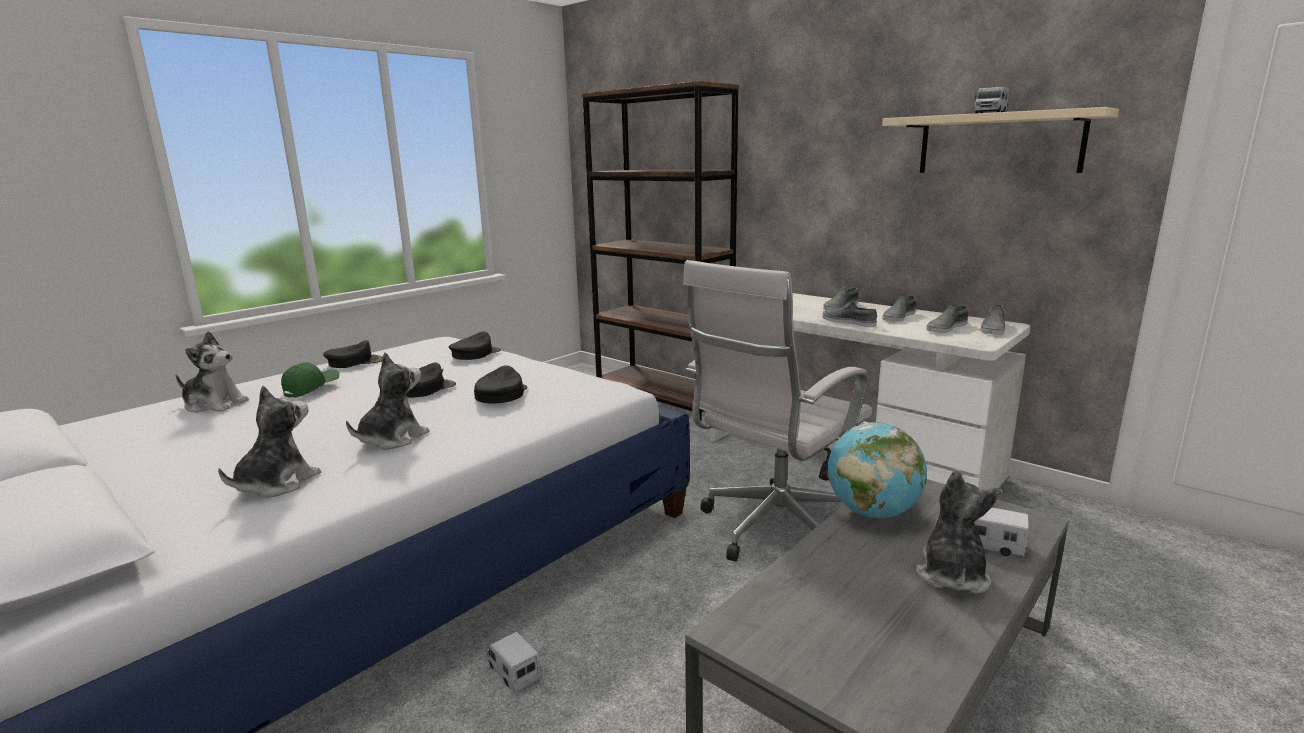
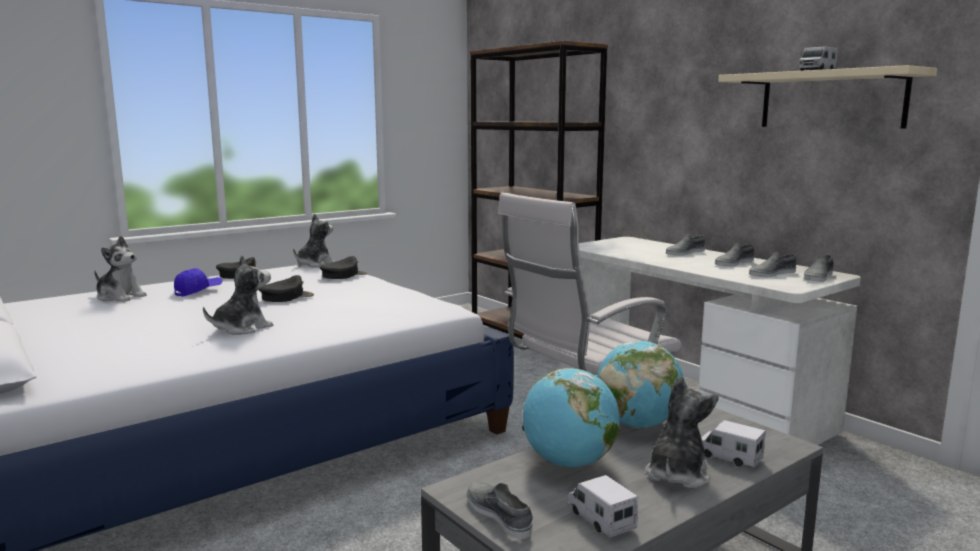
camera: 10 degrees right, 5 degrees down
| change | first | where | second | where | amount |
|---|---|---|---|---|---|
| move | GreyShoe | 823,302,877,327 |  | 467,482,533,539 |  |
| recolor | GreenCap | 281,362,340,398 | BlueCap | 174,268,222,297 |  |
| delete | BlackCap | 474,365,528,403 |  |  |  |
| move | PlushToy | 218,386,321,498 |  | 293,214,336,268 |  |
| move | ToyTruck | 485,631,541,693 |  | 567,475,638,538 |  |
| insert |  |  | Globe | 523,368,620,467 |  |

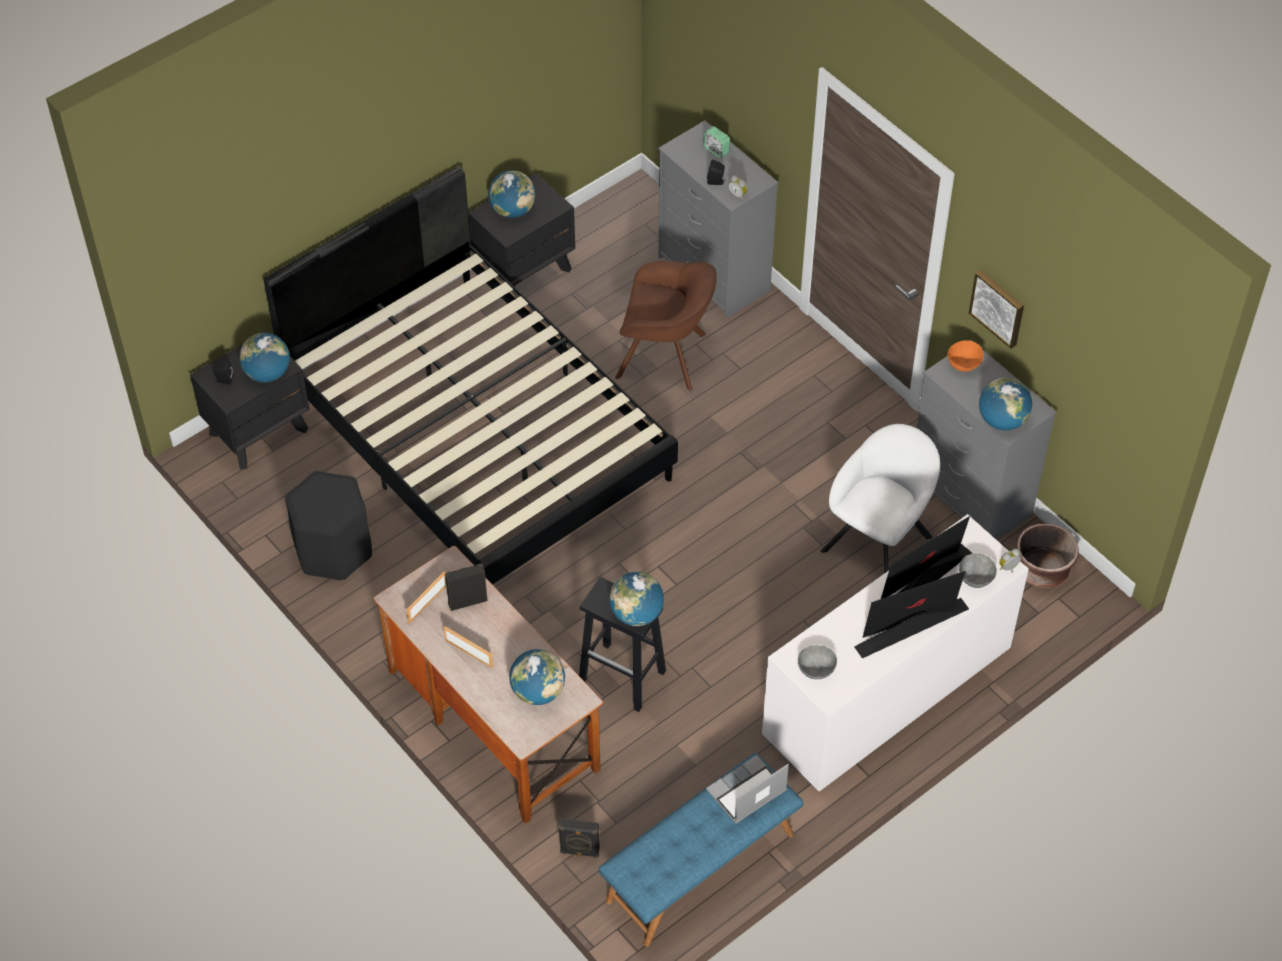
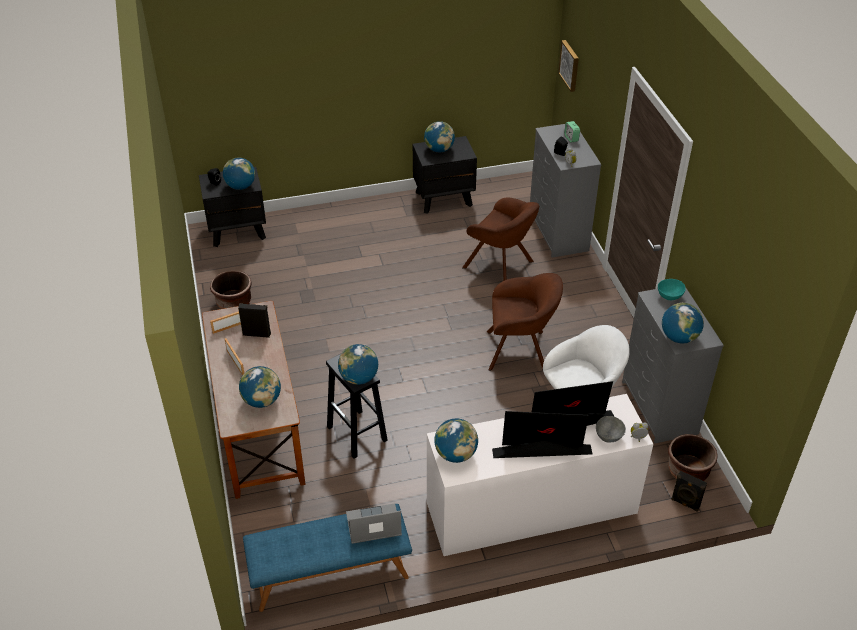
camera: 25 degrees right, 10 degrees down
| change | first | where | second | where | amount |
|---|---|---|---|---|---|
| delete | BlackBed | 264,167,678,585 |  |  |  |
| move | Picture | 969,270,1024,349 |  | 558,40,579,92 |  |
| recolor | OrangeBowl | 947,340,984,372 | TurquoiseBowl | 658,279,686,300 |  |
| replace | BlackStool | 285,471,372,581 | BrownPlanter | 210,271,252,309 |  |
| replace | GreyBowl | 798,645,837,679 | Globe | 434,418,478,463 |  |
| move | BlackSpeaker | 559,818,600,858 |  | 671,471,707,512 |  |
| insert |  |  | BrownArmchair | 487,273,563,371 |  |

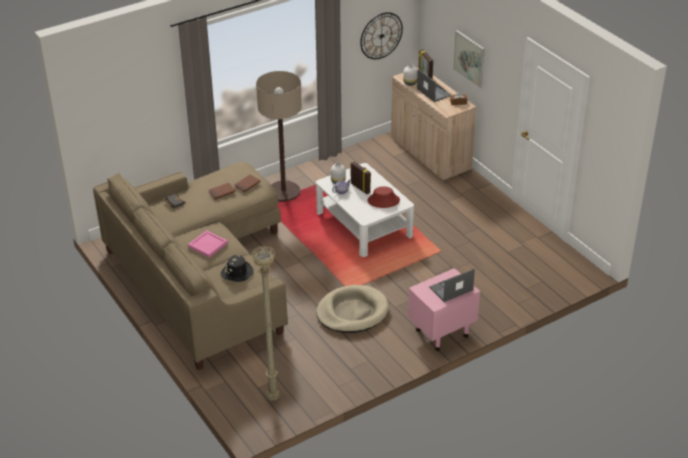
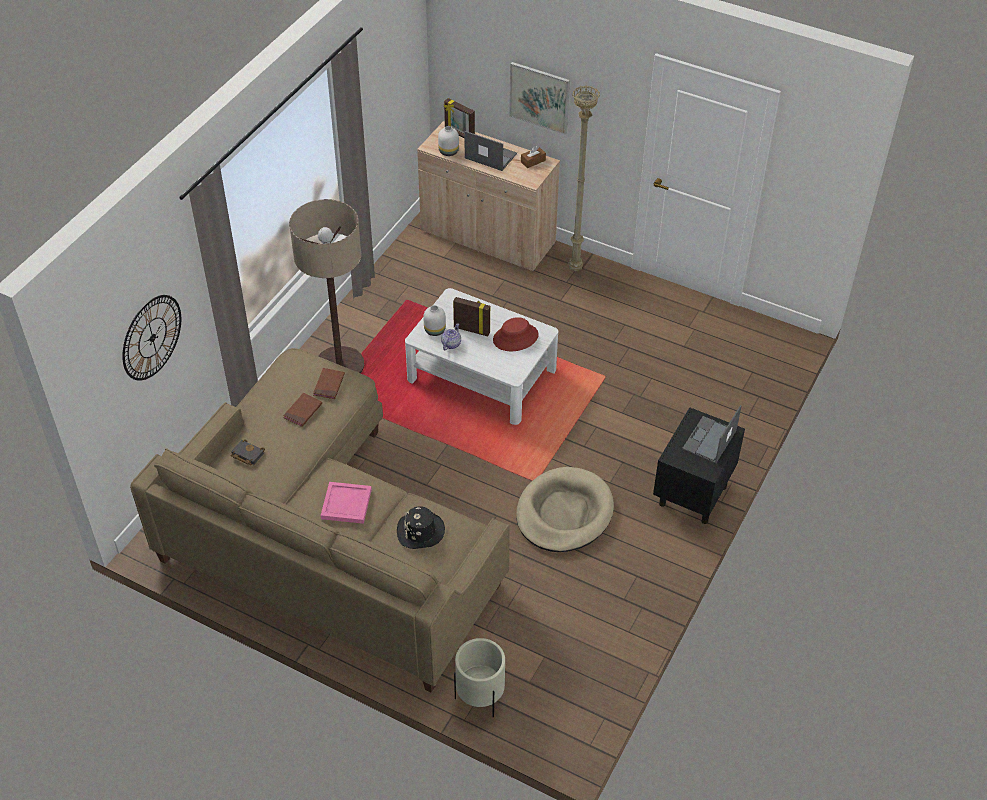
camera: 30 degrees left, 10 degrees up
| change | first | where | second | where | amount |
|---|---|---|---|---|---|
| move | WallClock | 360,12,403,59 |  | 122,295,181,381 |  |
| move | BeigeFloorLamp | 251,246,279,401 |  | 568,85,600,271 |  |
| recolor | PinkNightstand | 408,268,480,351 | BlackNightstand | 653,407,745,524 |  |
| insert |  |  | BeigePlanter | 454,638,505,717 |  |

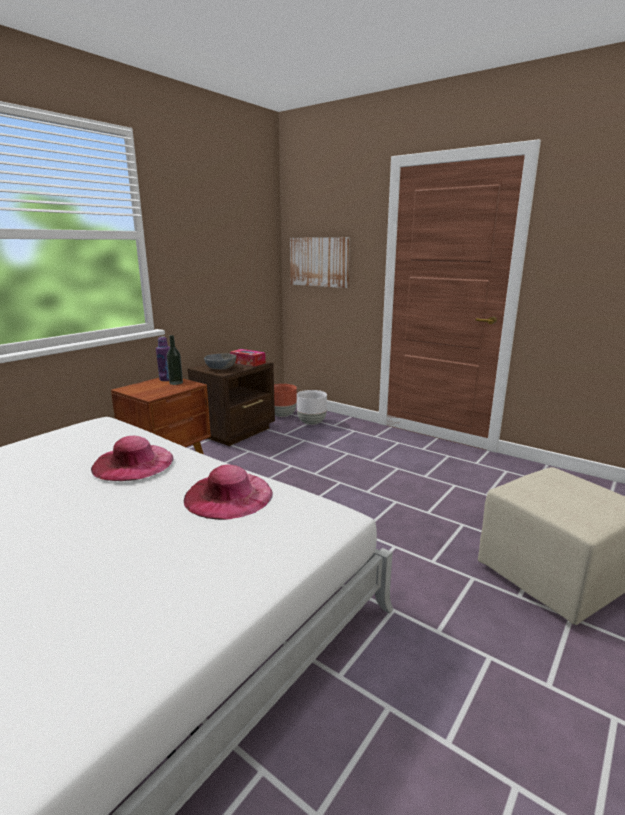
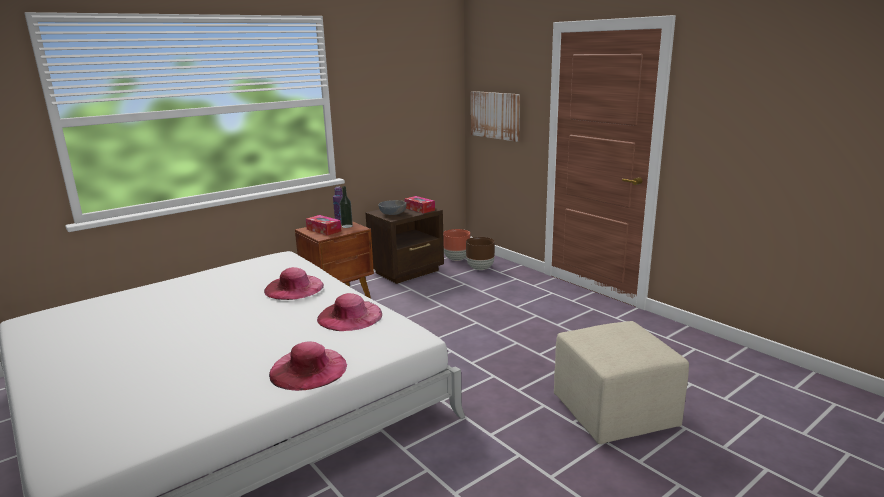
camera: 15 degrees right, 0 degrees up
| change | first | where | second | where | amount |
|---|---|---|---|---|---|
| recolor | WhitePlanter | 297,390,327,425 | BrownPlanter | 466,237,495,270 |  |
| insert |  |  | TissueBox | 306,215,341,236 |  |
| insert |  |  | PinkHat | 269,341,347,391 |  |

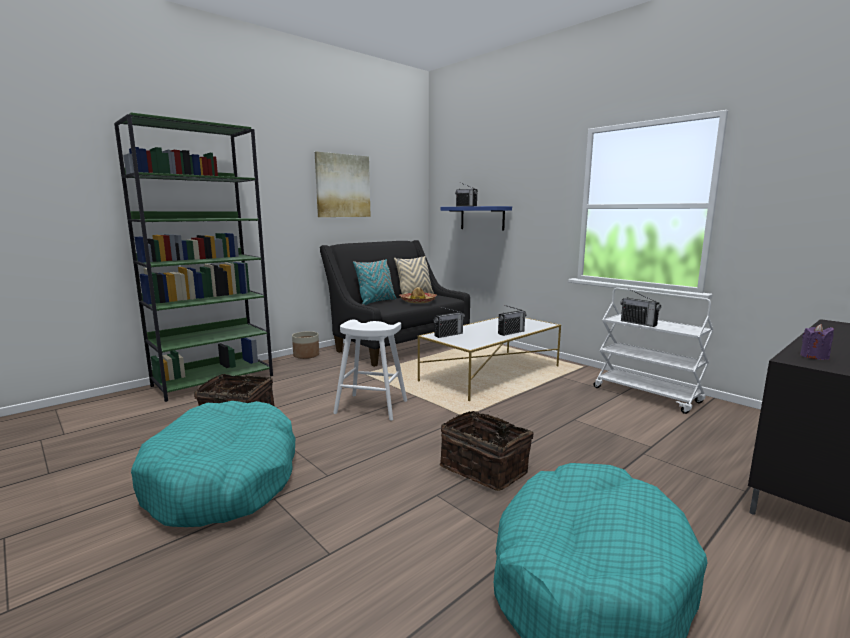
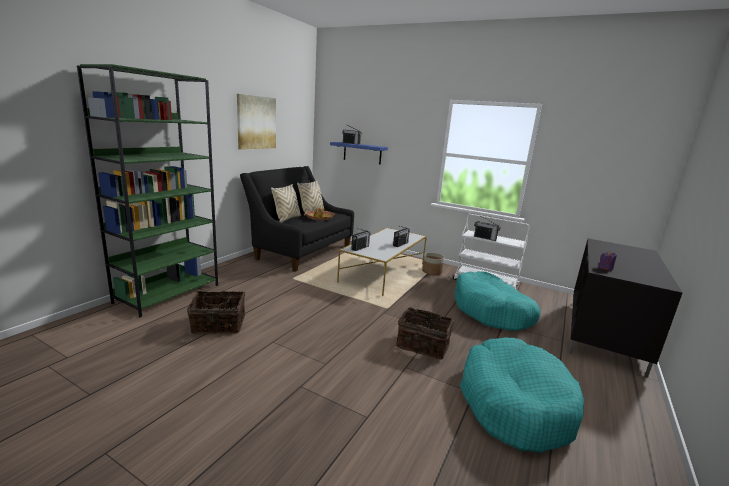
camera: 20 degrees left, 5 degrees up
| change | first | where | second | where | amount |
|---|---|---|---|---|---|
| recolor | TurquoisePillow | 353,259,396,305 | BeigePillow | 271,184,301,223 |  |
| delete | WhiteStool | 334,319,407,421 |  |  |  |
| move | Planter | 292,331,319,359 |  | 422,253,444,275 |  |
| move | TurquoiseDogBed | 131,401,295,527 |  | 455,271,541,331 |  |

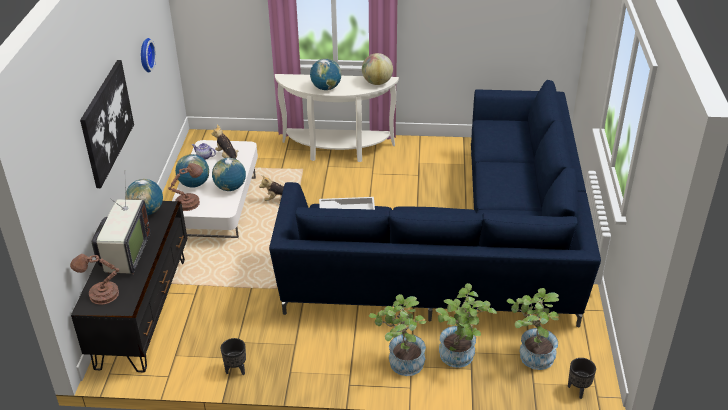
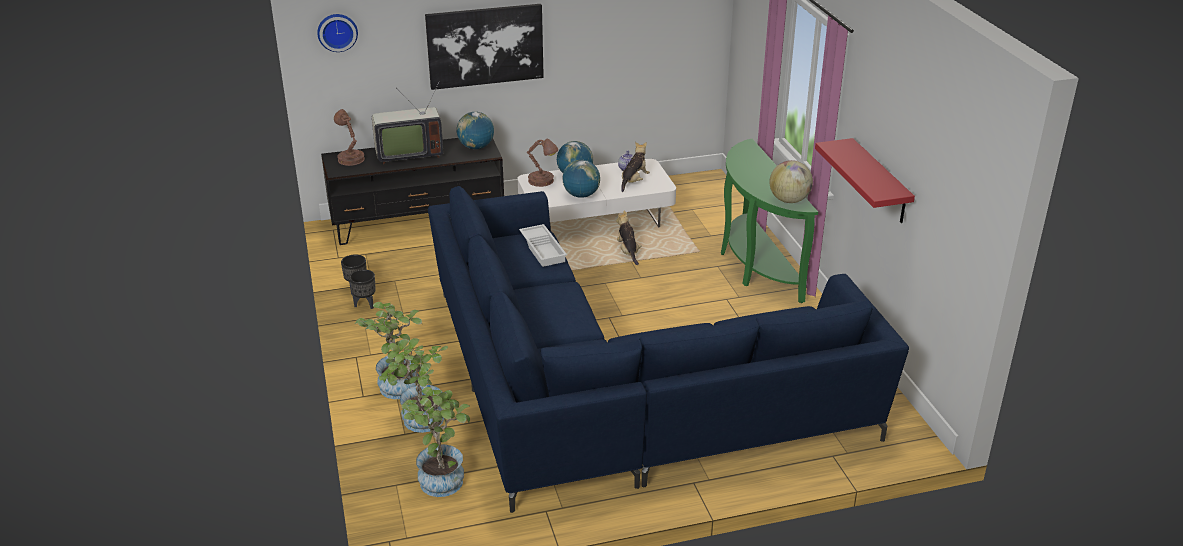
camera: 70 degrees right, 5 degrees down
| change | first | where | second | where | amount |
|---|---|---|---|---|---|
| move | WallClock | 141,38,156,72 |  | 317,14,358,52 |  |
| delete | Globe | 310,59,342,90 |  |  |  |
| recolor | WhiteConsoleTable | 275,74,399,162 | GreenConsoleTable | 721,139,818,303 |  |
| move | BlackPlanter | 568,358,596,399 |  | 349,269,376,309 |  |
| insert |  |  | RedShelf | 815,138,915,223 |  |

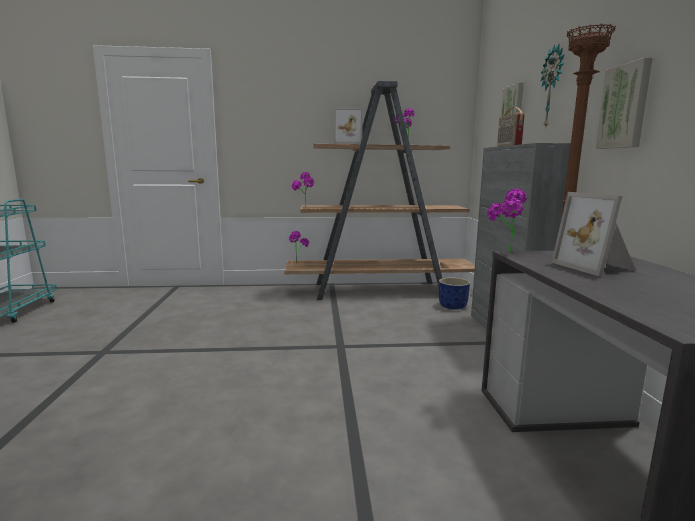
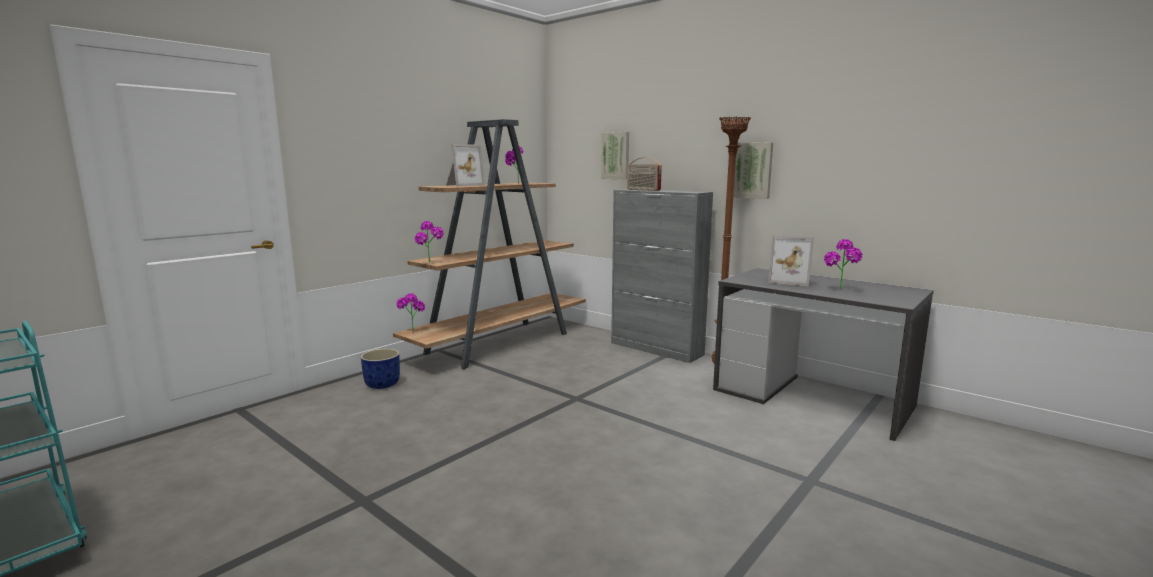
camera: 45 degrees left, 0 degrees up
| change | first | where | second | where | amount |
|---|---|---|---|---|---|
| delete | WallClock | 541,44,565,129 |  |  |  |
| move | PottedPlant | 487,189,527,253 |  | 824,239,862,289 |  |
| move | BluePlanter | 439,277,470,310 |  | 361,349,400,389 |  |

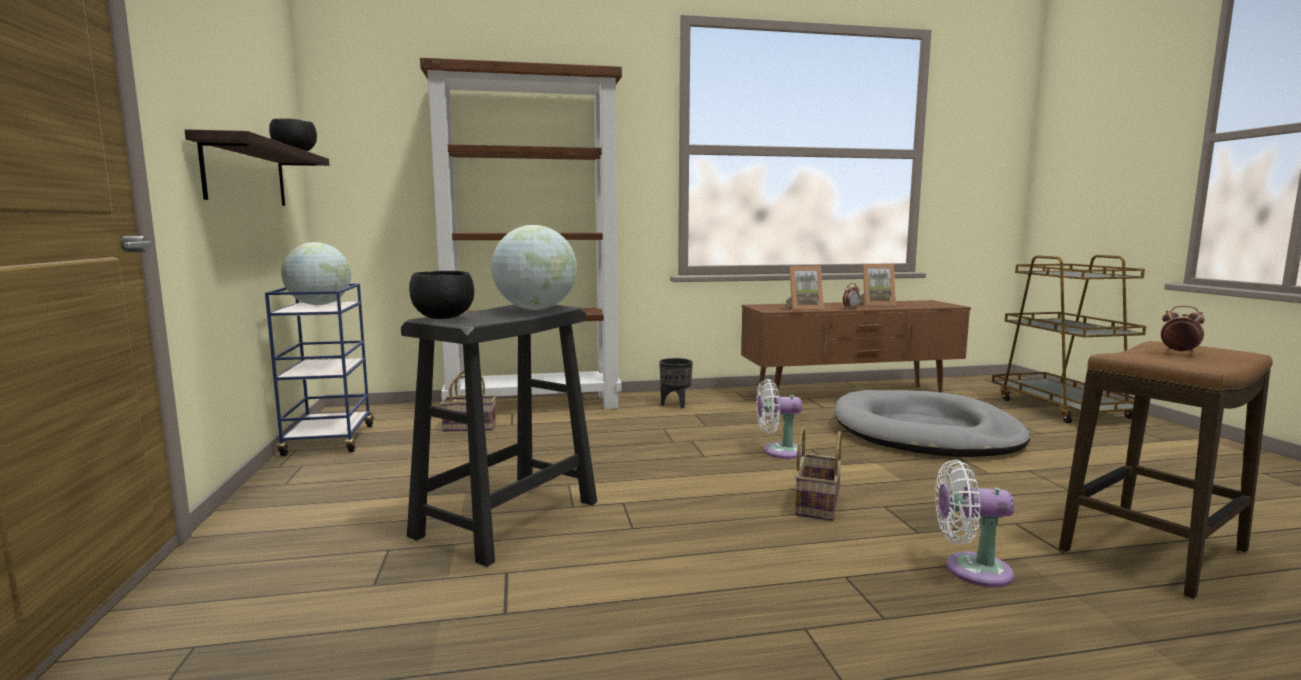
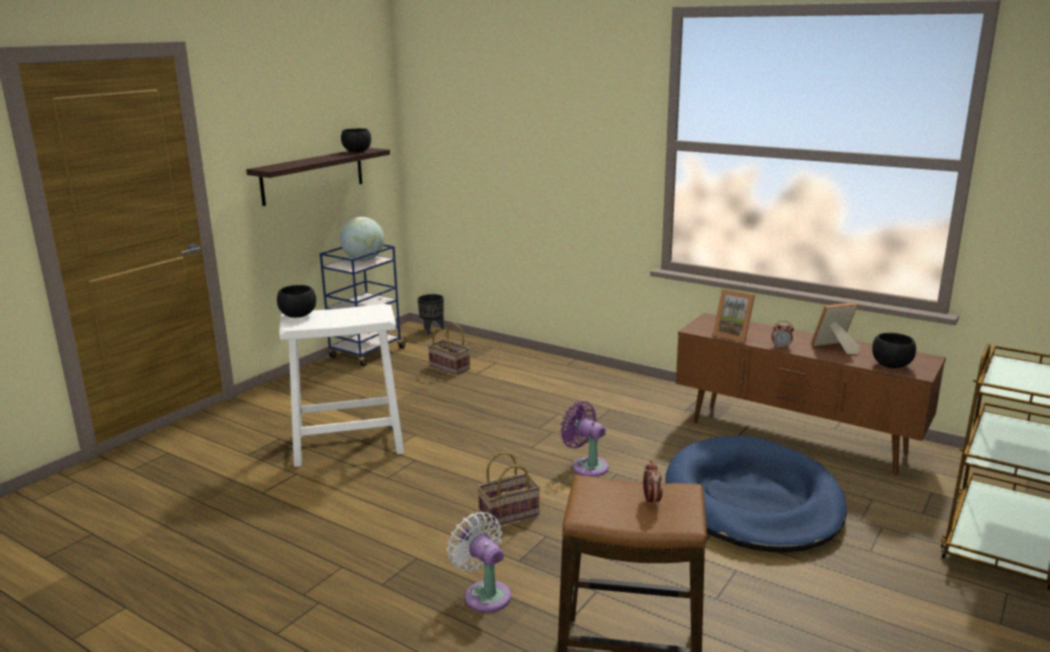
camera: 45 degrees right, 10 degrees up
| change | first | where | second | where | amount |
|---|---|---|---|---|---|
| delete | BrownBookcase | 420,58,622,409 |  |  |  |
| delete | Globe | 491,225,577,310 |  |  |  |
| rotate | PictureFrame | 860,264,896,306 |  | 811,302,860,354 | 120 degrees clockwise |
| recolor | BlackStool | 401,304,597,567 | WhiteStool | 279,304,404,467 |  |
| move | BlackPlanter | 659,358,693,408 |  | 417,294,444,335 |  |
| recolor | WhiteFan | 757,379,802,459 | PurpleFan | 560,401,609,477 |  |
| recolor | GreyDogBed | 835,390,1030,457 | BlueDogBed | 666,435,847,553 |  |
| insert |  |  | BlackBowl | 872,333,916,368 |  |

